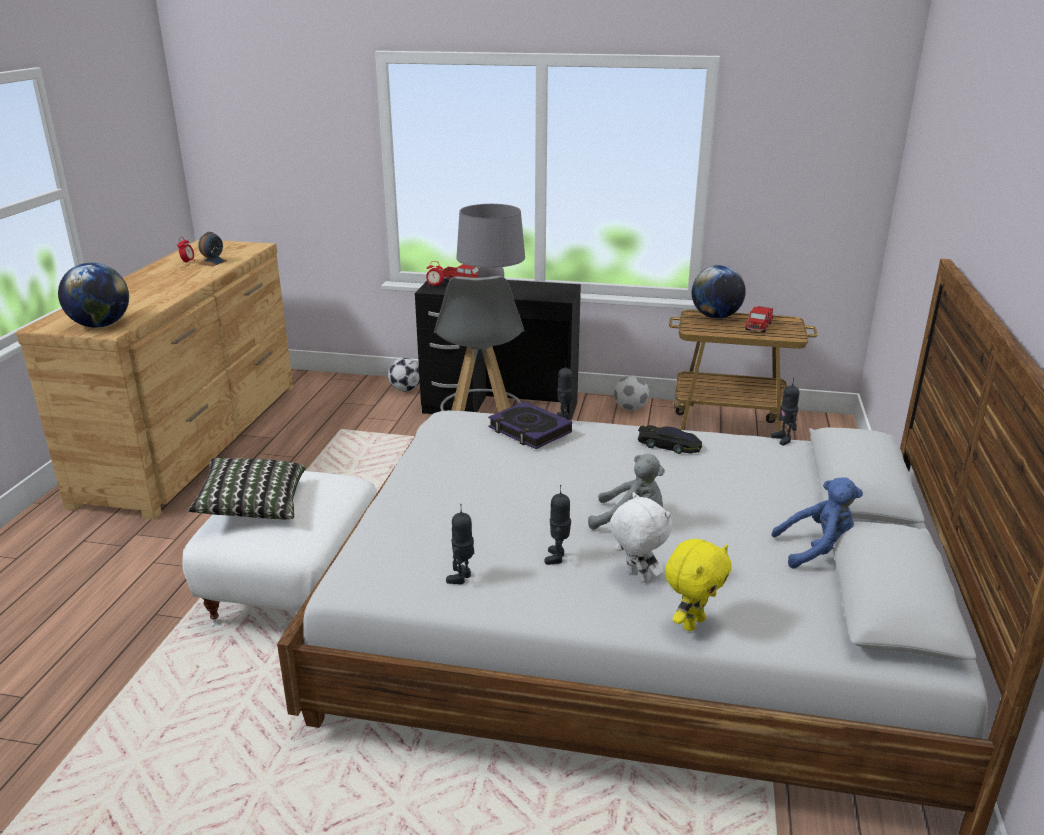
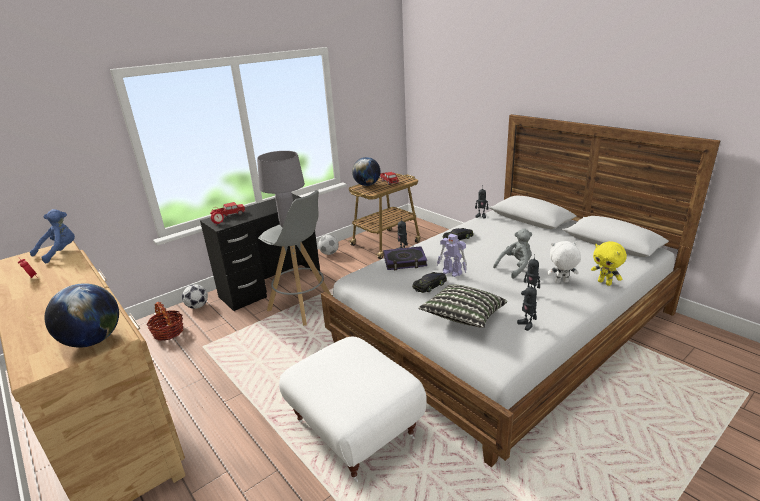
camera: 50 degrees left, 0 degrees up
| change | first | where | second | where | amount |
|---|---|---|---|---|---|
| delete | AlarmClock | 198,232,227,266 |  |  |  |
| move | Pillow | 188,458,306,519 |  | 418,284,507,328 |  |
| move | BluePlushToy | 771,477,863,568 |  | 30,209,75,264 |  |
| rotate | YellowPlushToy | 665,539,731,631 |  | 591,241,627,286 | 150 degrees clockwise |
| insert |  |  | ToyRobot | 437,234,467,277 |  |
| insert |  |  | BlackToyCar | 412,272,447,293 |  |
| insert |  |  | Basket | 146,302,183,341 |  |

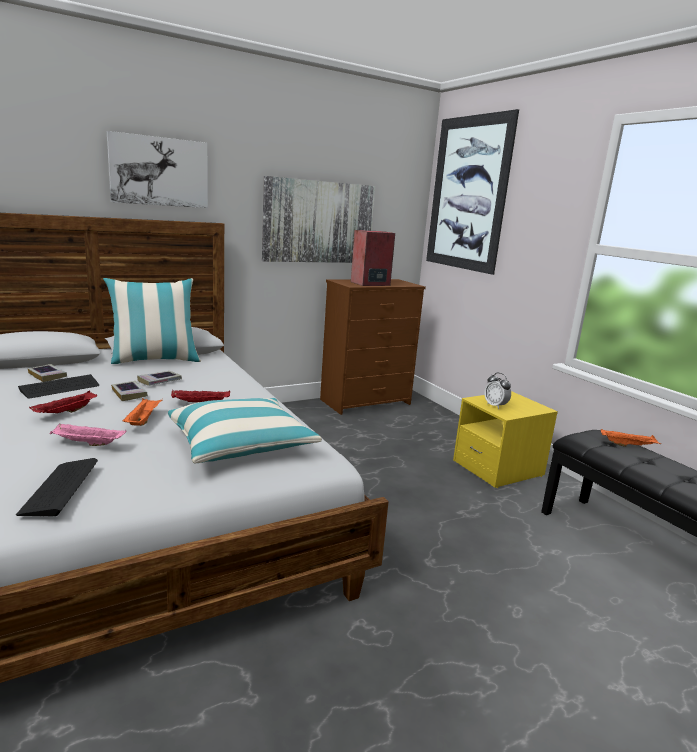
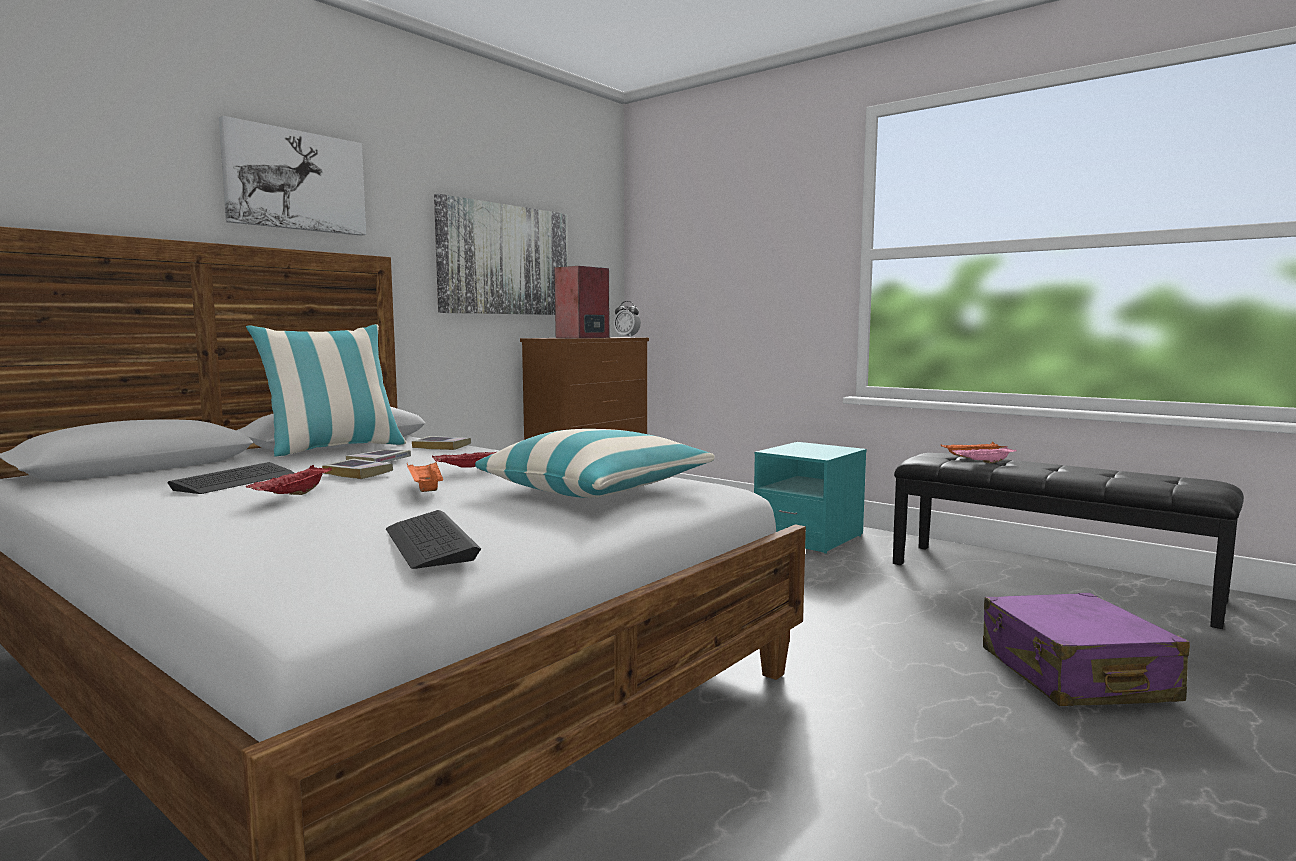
camera: 20 degrees left, 10 degrees down
| change | first | where | second | where | amount |
|---|---|---|---|---|---|
| delete | Picture | 426,109,519,275 |  |  |  |
| move | Book | 28,364,67,382 |  | 412,436,471,450 |  |
| move | AlarmClock | 484,373,511,409 |  | 614,301,641,337 |  |
| recolor | YellowNightstand | 453,391,558,488 | TurquoiseNightstand | 754,442,867,553 |  |
| move | PinkTray | 50,423,127,446 |  | 952,446,1017,463 |  |
| insert |  |  | PurpleSuitcase | 983,593,1190,706 |  |

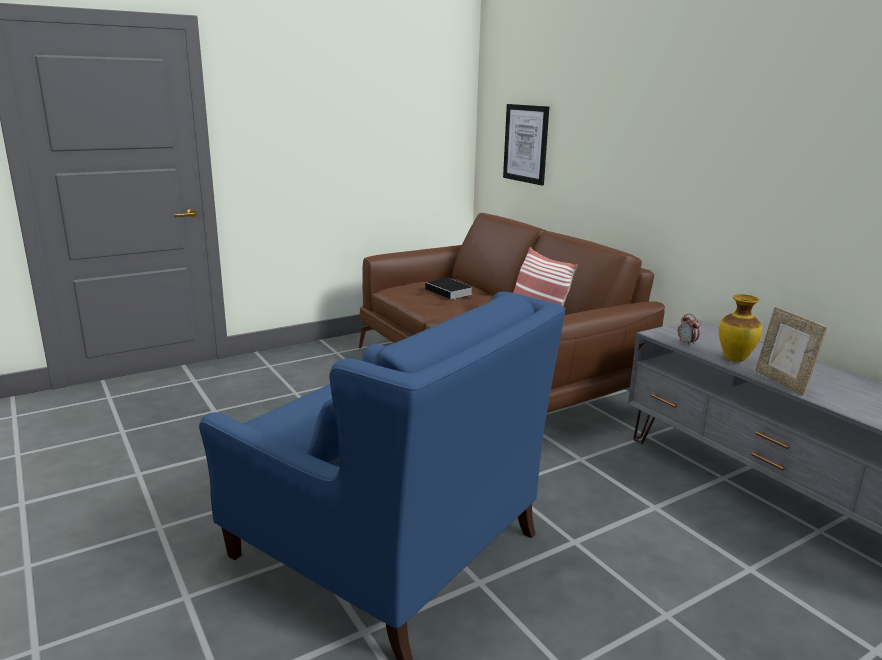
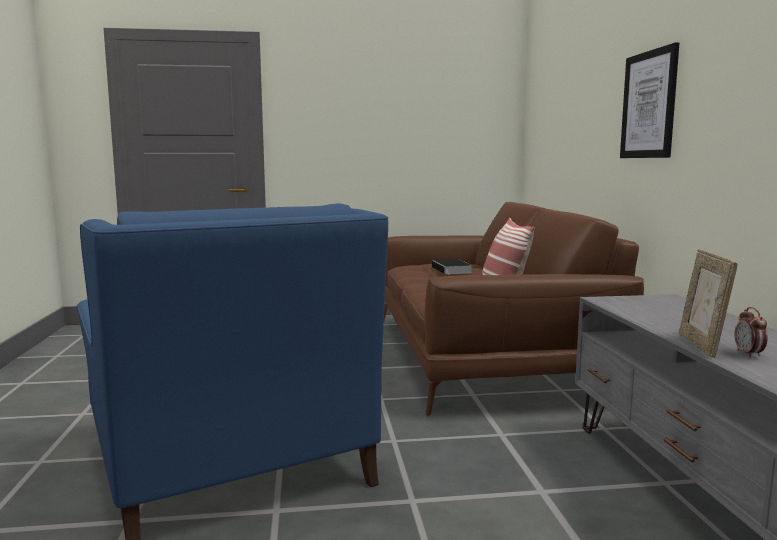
camera: 25 degrees right, 10 degrees down
| change | first | where | second | where | amount |
|---|---|---|---|---|---|
| move | Picture | 503,104,549,185 |  | 620,42,679,158 |  |
| delete | Vase | 719,294,762,362 |  |  |  |
| move | AlarmClock | 678,314,700,346 |  | 734,307,768,358 |  |

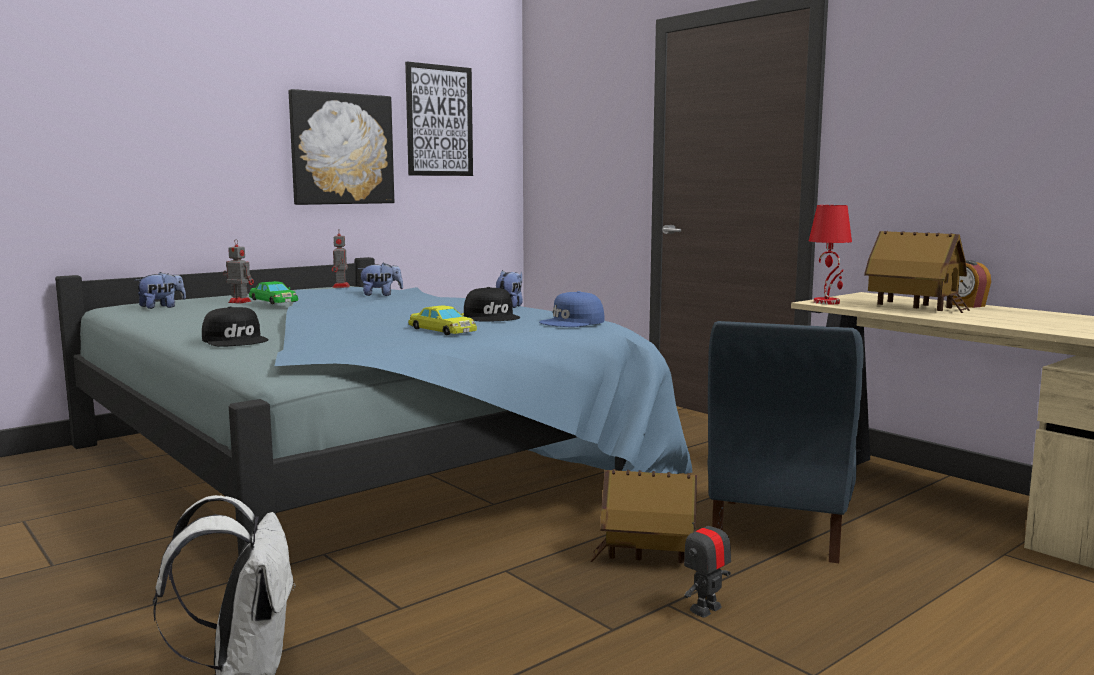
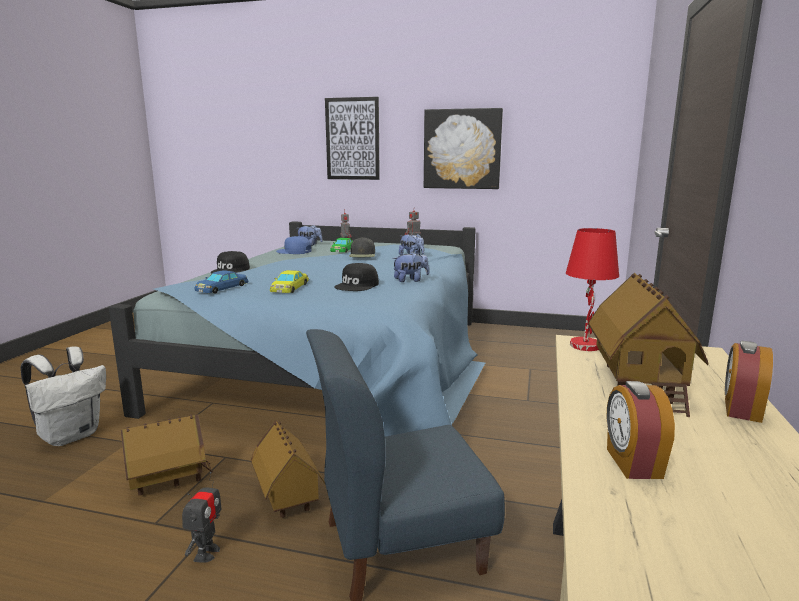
camera: 55 degrees right, 5 degrees up
| change | first | where | second | where | amount |
|---|---|---|---|---|---|
| move | Picture | 405,62,473,176 |  | 325,97,380,180 |  |
| move | BlueCap | 539,291,604,327 |  | 276,236,312,254 |  |
| rotate | ToyRobot | 684,507,731,618 |  | 182,472,221,563 | 90 degrees clockwise |
| insert |  |  | BlackCap | 349,237,375,257 |  |
| insert |  |  | BlueToyCar | 195,270,248,293 |  |
| insert |  |  | AlarmClock | 607,381,675,479 |  |
| insert |  |  | ToyHouse | 121,414,213,496 |  |

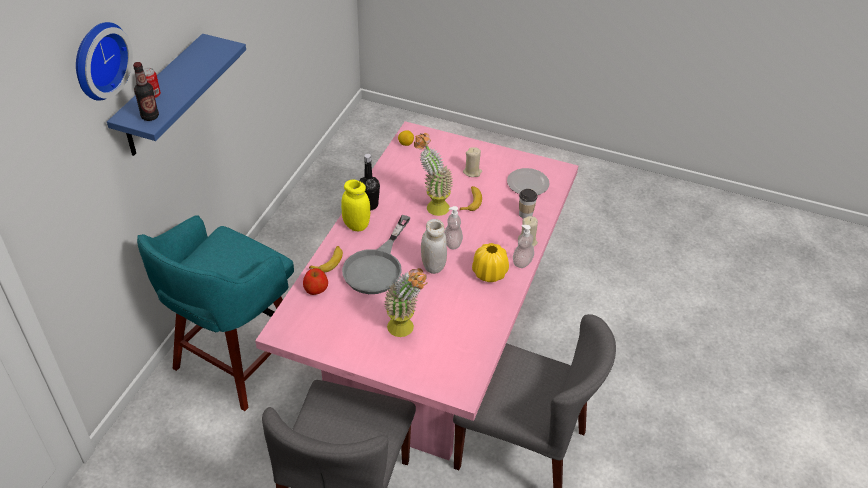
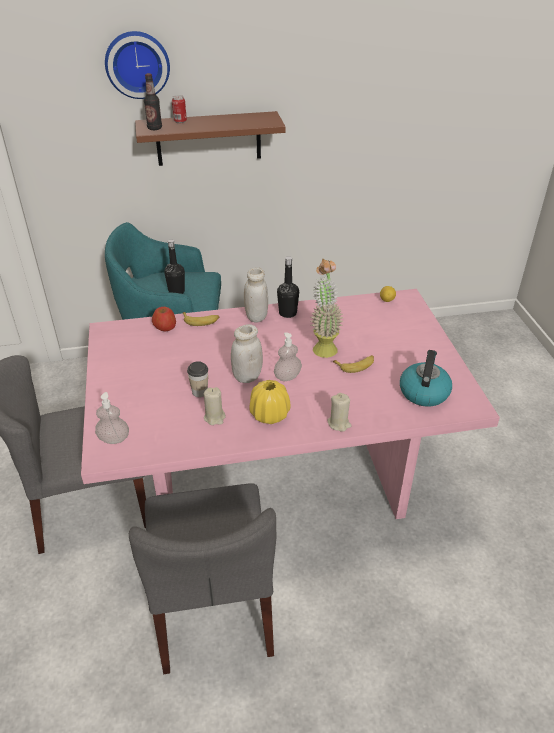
camera: 60 degrees right, 5 degrees down
| change | first | where | second | where | amount |
|---|---|---|---|---|---|
| recolor | BlueShelf | 107,34,246,156 | BrownShelf | 135,111,285,166 |  |
| move | BeigeCandle | 463,147,482,177 |  | 204,387,226,425 |  |
| replace | Plate | 507,168,550,195 | Kettle | 400,350,452,407 |  |
| recolor | YellowJar | 341,180,370,231 | WhiteJar | 244,267,268,322 |  |
| move | Cup | 519,189,537,219 |  | 187,361,208,397 |  |
| delete | GreyFryingPan | 342,215,411,294 |  |  |  |
| move | SoapDispenser | 513,225,534,268 |  | 95,392,129,444 |  |
| delete | PottedPlant | 384,268,428,337 |  |  |  |
| insert |  |  | BlackBottle | 164,239,185,294 |  |

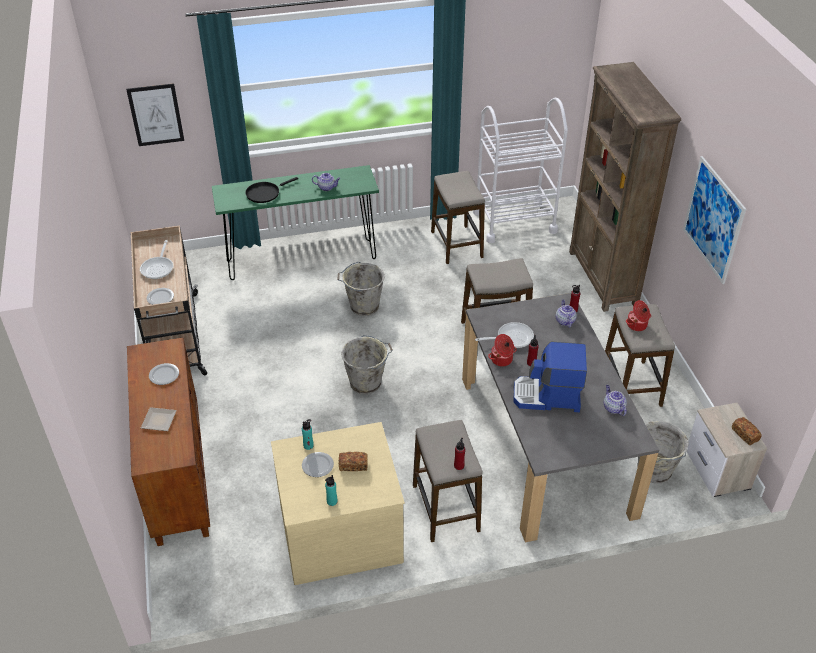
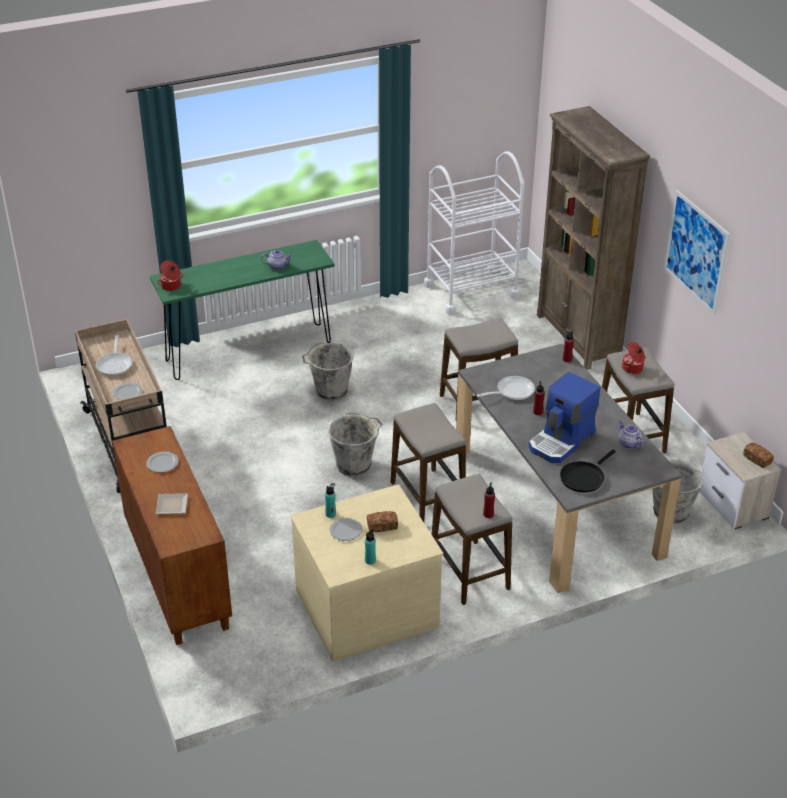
camera: 10 degrees left, 5 degrees down
| change | first | where | second | where | amount |
|---|---|---|---|---|---|
| delete | Picture | 126,83,184,146 |  |  |  |
| move | Stool | 431,171,485,264 |  | 391,403,466,522 |  |
| move | BlackFryingPan | 245,177,298,203 |  | 560,450,616,492 |  |
| delete | Teapot | 556,300,577,328 |  |  |  |
| move | CookingPot | 488,334,517,367 |  | 157,260,184,291 |  |
| rotate | CoffeeMachine | 513,341,587,412 |  | 529,372,600,463 | 45 degrees counterclockwise |

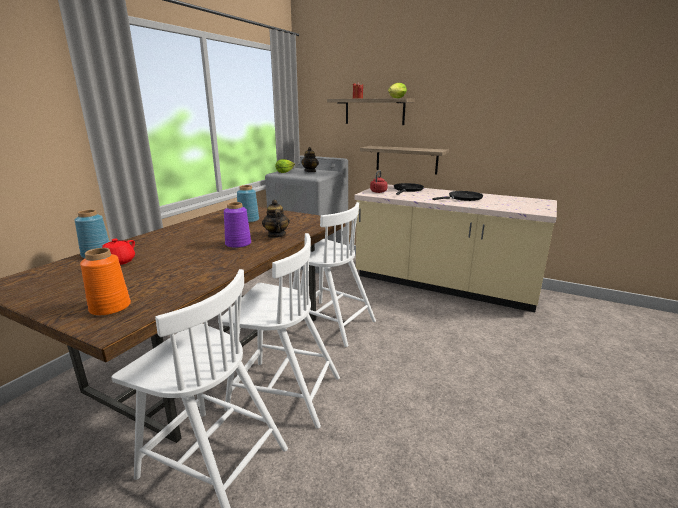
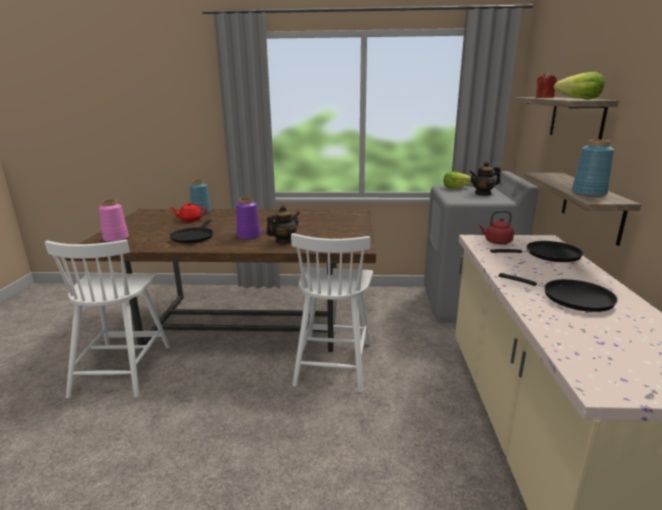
camera: 65 degrees right, 0 degrees up
| change | first | where | second | where | amount |
|---|---|---|---|---|---|
| move | BlueVase | 237,185,259,223 |  | 572,140,614,197 |  |
| delete | WhiteChair | 218,233,340,429 |  |  |  |
| recolor | OrangeVase | 80,248,131,316 | PinkVase | 99,199,129,242 |  |
| insert |  |  | BlackFryingPan | 170,219,213,244 |  |

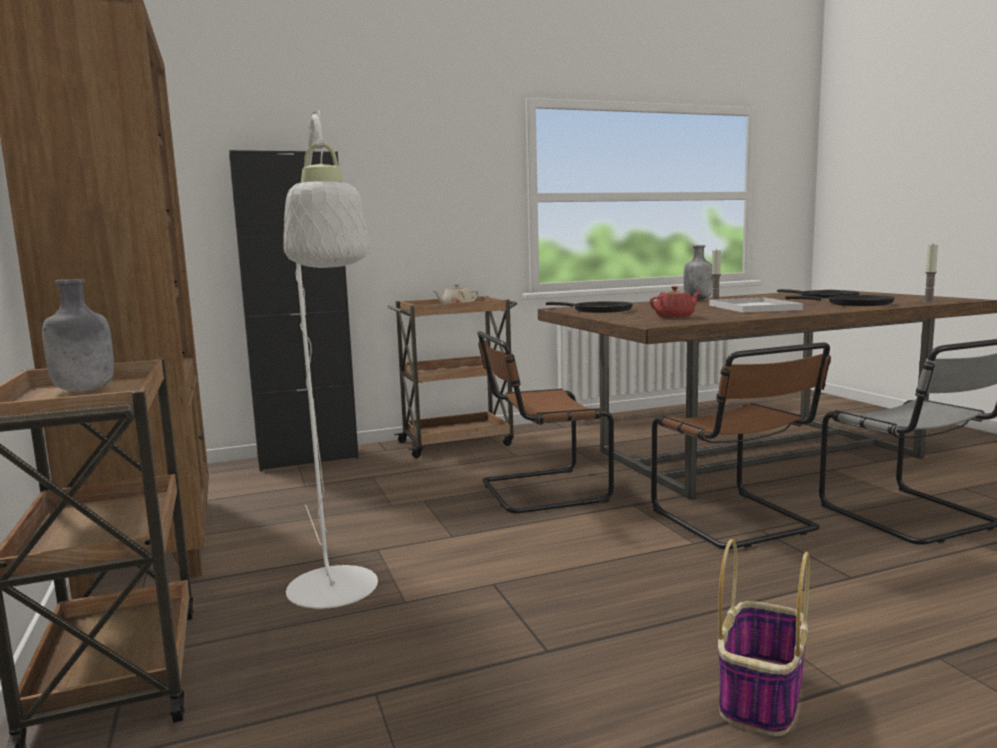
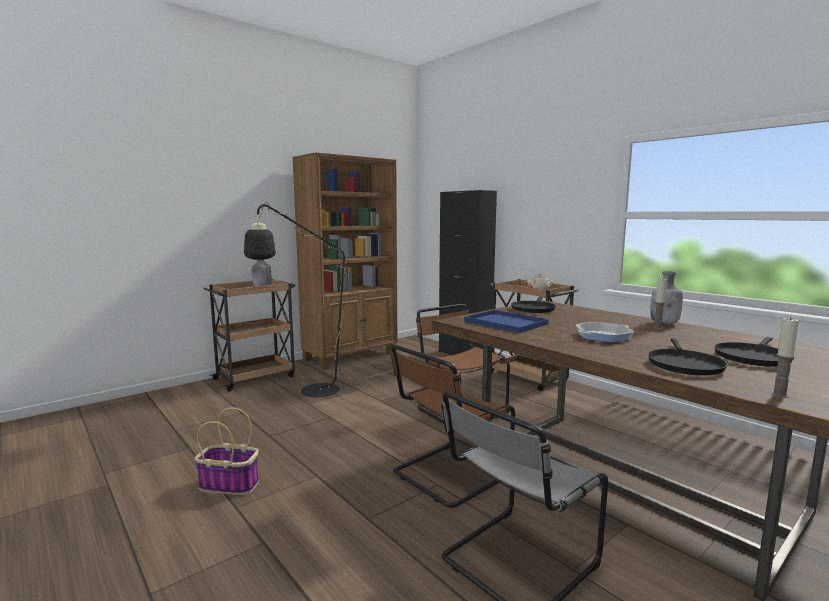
camera: 70 degrees right, 0 degrees up
| change | first | where | second | where | amount |
|---|---|---|---|---|---|
| recolor | WhiteFloorLamp | 284,110,378,609 | BlackFloorLamp | 244,202,394,397 |  |
| replace | RedTeapot | 650,286,701,318 | BlueTray | 464,310,549,333 |  |
| replace | WhiteTray | 709,298,803,313 | FryingPan | 576,322,634,343 |  |

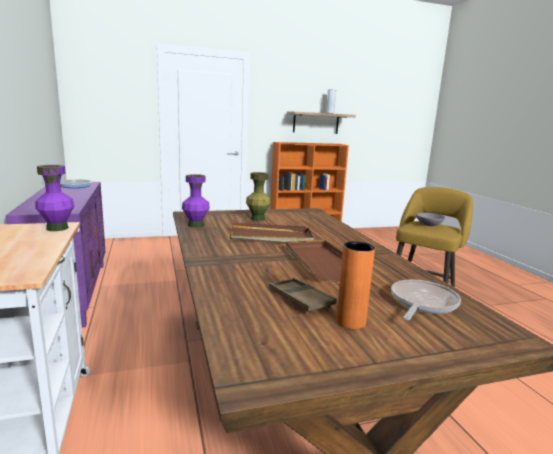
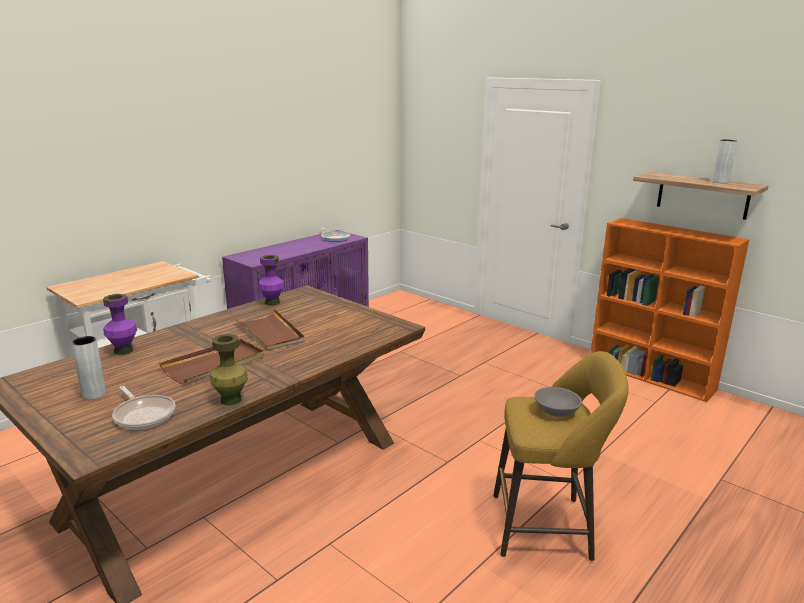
camera: 60 degrees right, 5 degrees up
| change | first | where | second | where | amount |
|---|---|---|---|---|---|
| move | PurpleVase | 35,165,74,231 |  | 103,294,137,355 |  |
| move | GreenVase | 246,172,271,221 |  | 211,334,248,406 |  |
| recolor | OrangeVase | 336,242,375,329 | GreyVase | 72,336,106,400 |  |
| delete | BrownTray | 269,278,337,313 |  |  |  |
| rotate | FryingPan | 391,279,461,320 |  | 112,386,176,430 | 45 degrees clockwise |

